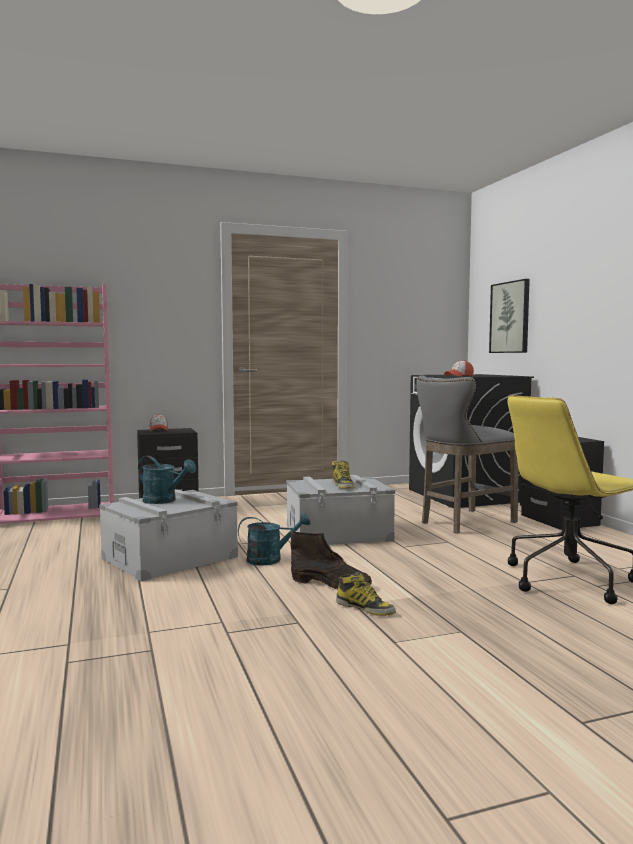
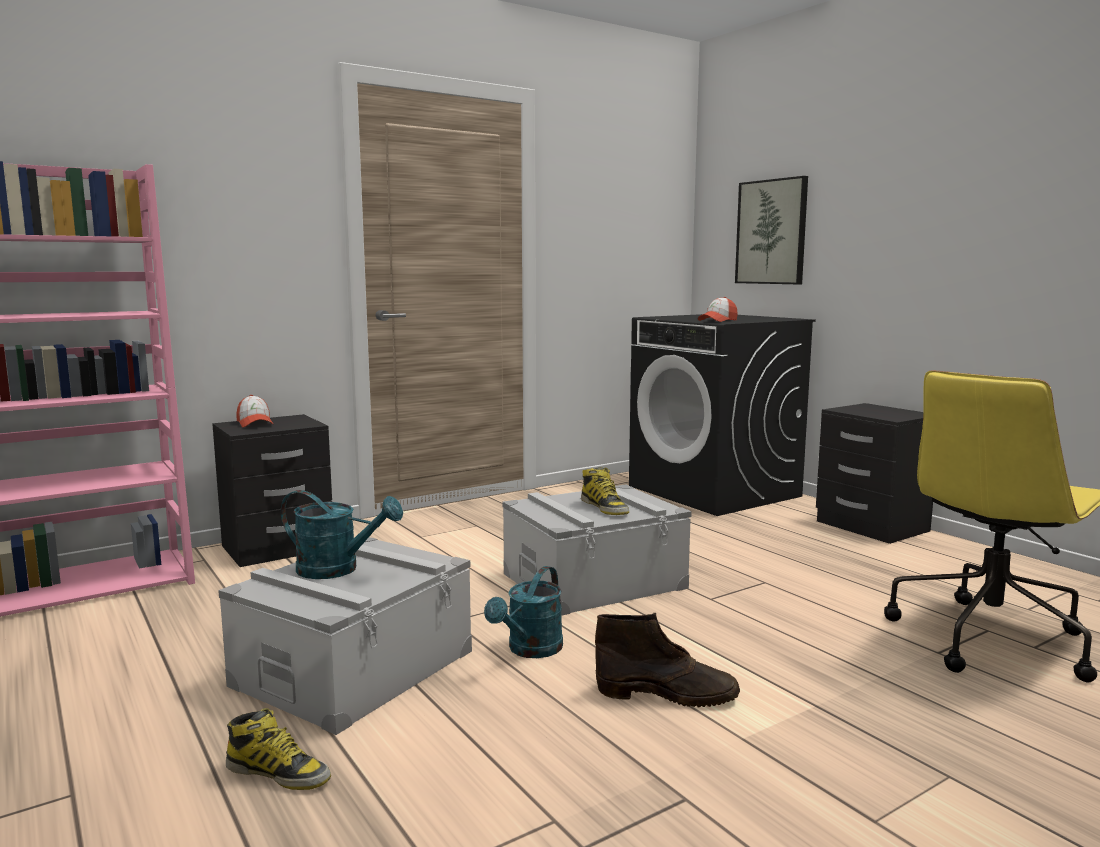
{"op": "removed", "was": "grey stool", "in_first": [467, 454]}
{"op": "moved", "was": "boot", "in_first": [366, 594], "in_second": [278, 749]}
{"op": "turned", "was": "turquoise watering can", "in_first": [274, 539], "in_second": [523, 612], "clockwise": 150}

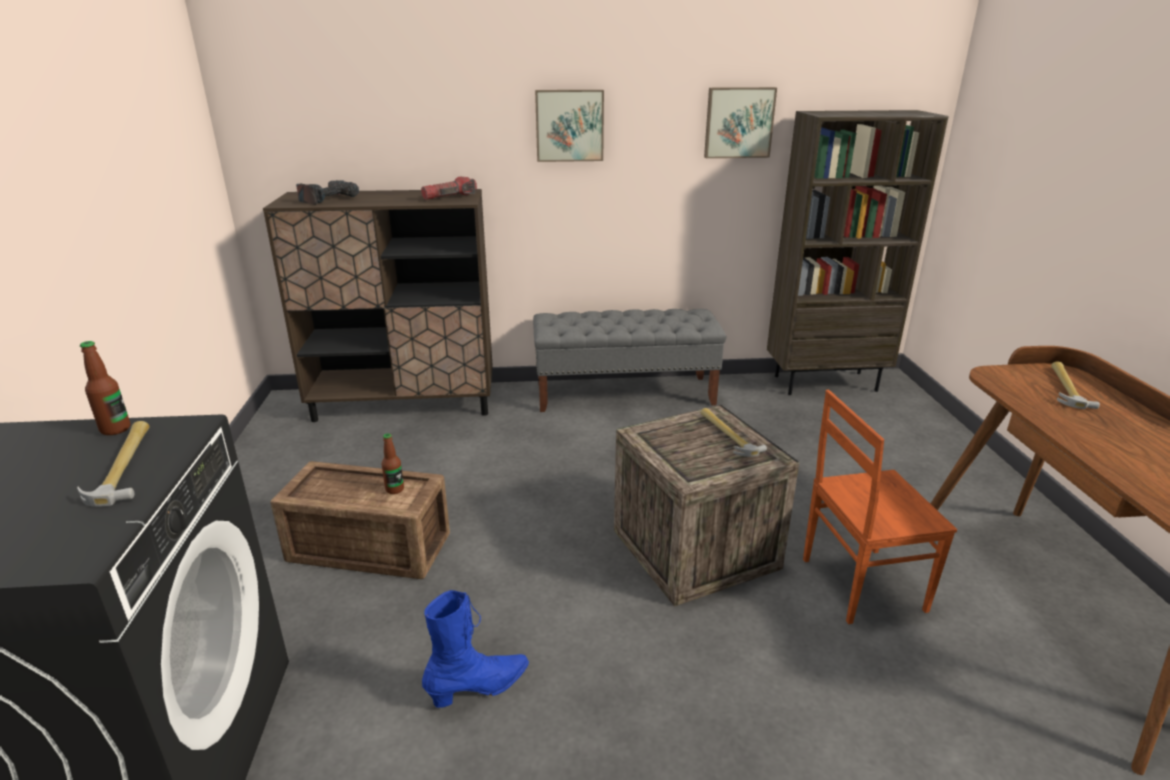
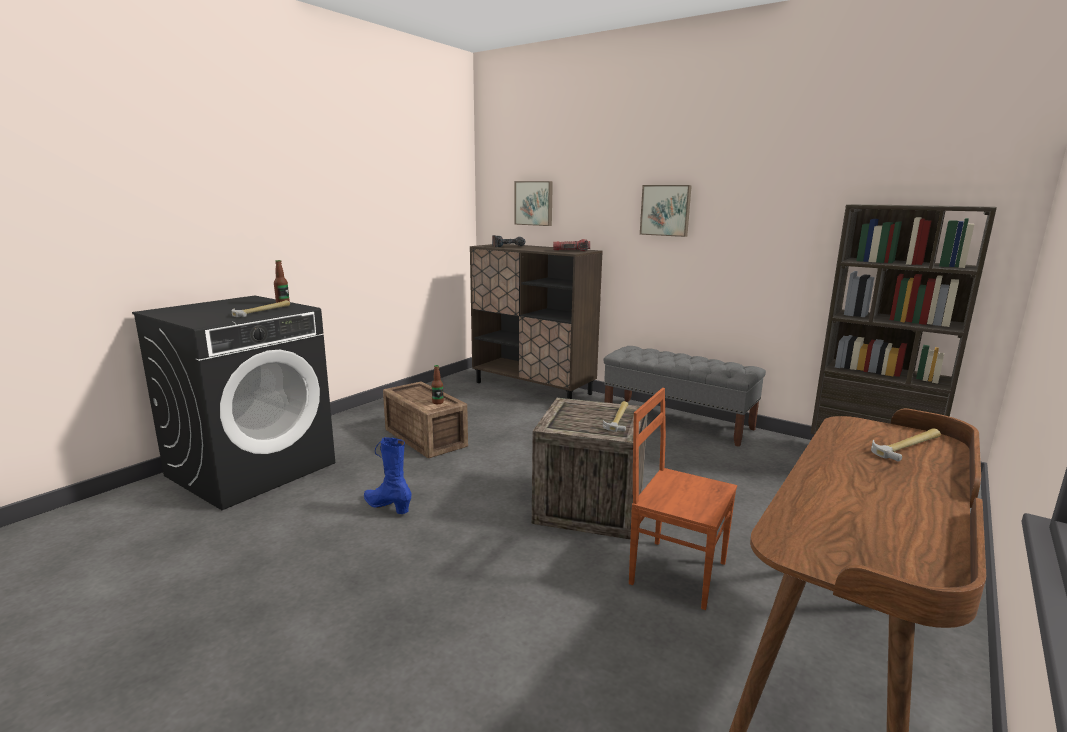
{"op": "moved", "was": "picture", "in_first": [740, 122], "in_second": [534, 203]}
{"op": "turned", "was": "blue boot", "in_first": [475, 649], "in_second": [387, 475], "clockwise": -150}

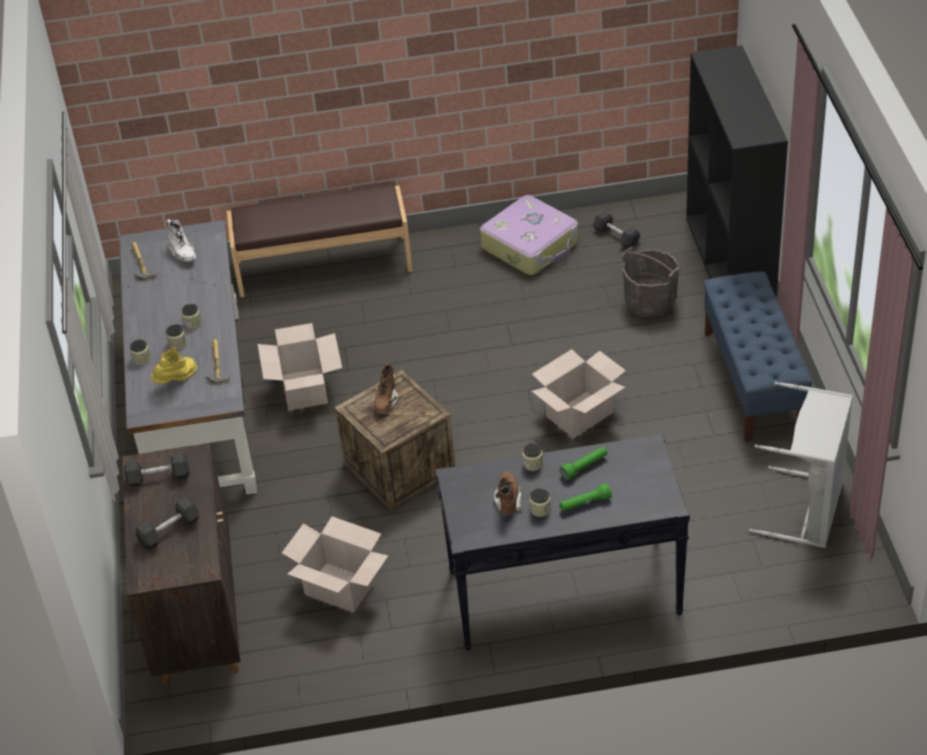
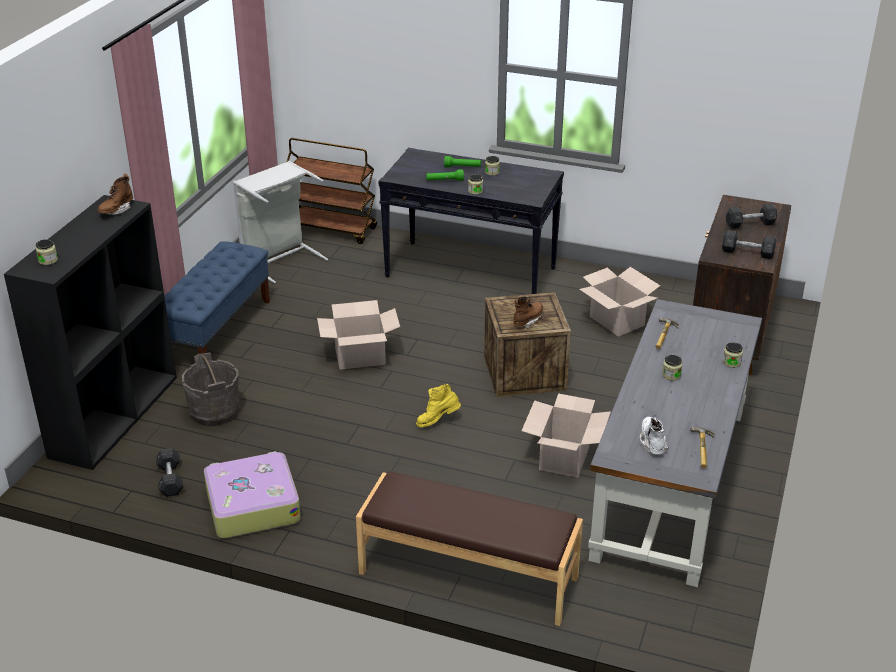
{"op": "added", "now": "brown cart", "in_second": [332, 191]}
{"op": "moved", "was": "yellow boot", "in_first": [174, 365], "in_second": [438, 405]}
{"op": "moved", "was": "jar", "in_first": [176, 337], "in_second": [47, 252]}
{"op": "moved", "was": "brown boot", "in_first": [508, 493], "in_second": [115, 194]}

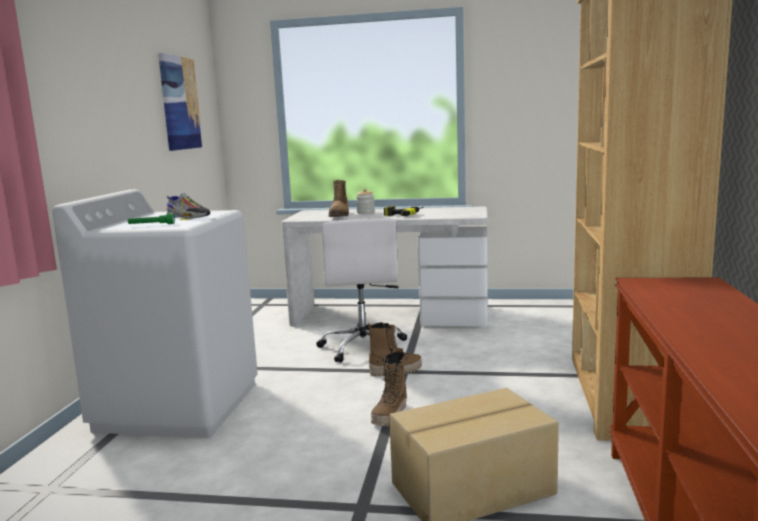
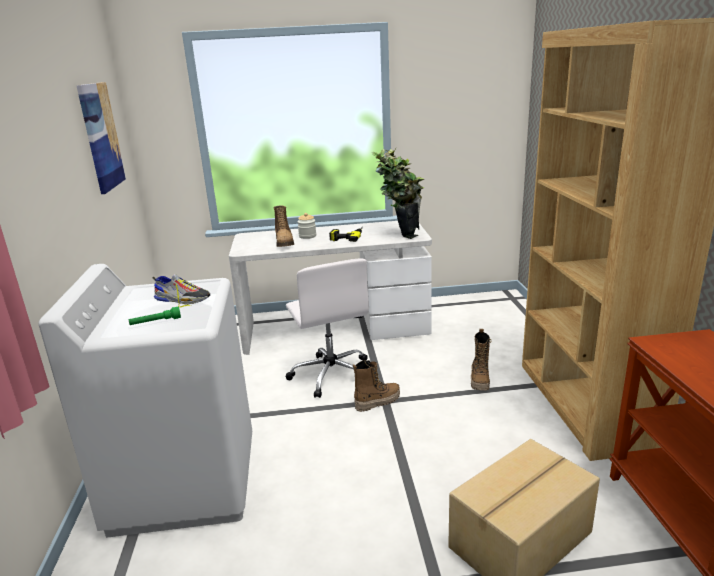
{"op": "added", "now": "potted plant", "in_second": [398, 193]}
{"op": "moved", "was": "boot", "in_first": [389, 387], "in_second": [481, 360]}

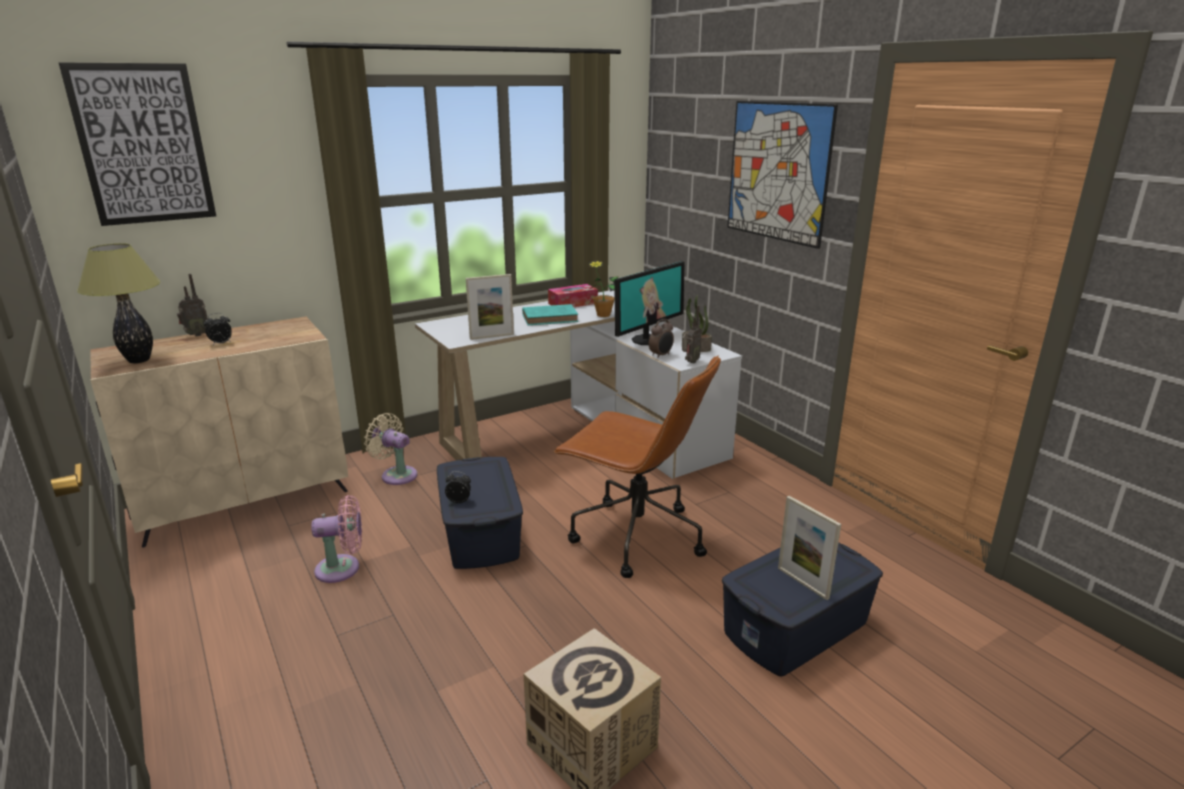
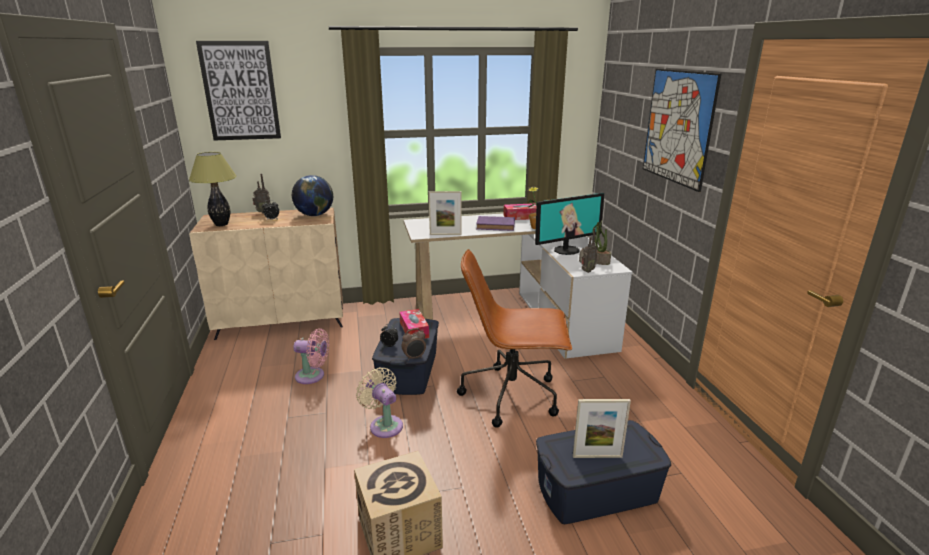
{"op": "added", "now": "globe", "in_second": [312, 195]}
{"op": "added", "now": "tissue box", "in_second": [414, 324]}
{"op": "moved", "was": "beige fan", "in_first": [390, 449], "in_second": [379, 402]}
{"op": "moved", "was": "alarm clock", "in_first": [661, 338], "in_second": [413, 344]}
{"op": "recoloured", "was": "turquoise book", "now": "purple book", "in_first": [550, 314], "in_second": [495, 223]}
{"op": "turned", "was": "brown office chair", "in_first": [637, 466], "in_second": [514, 338], "clockwise": 135}
{"op": "turned", "was": "picture frame", "in_first": [809, 548], "in_second": [602, 428], "clockwise": -75}

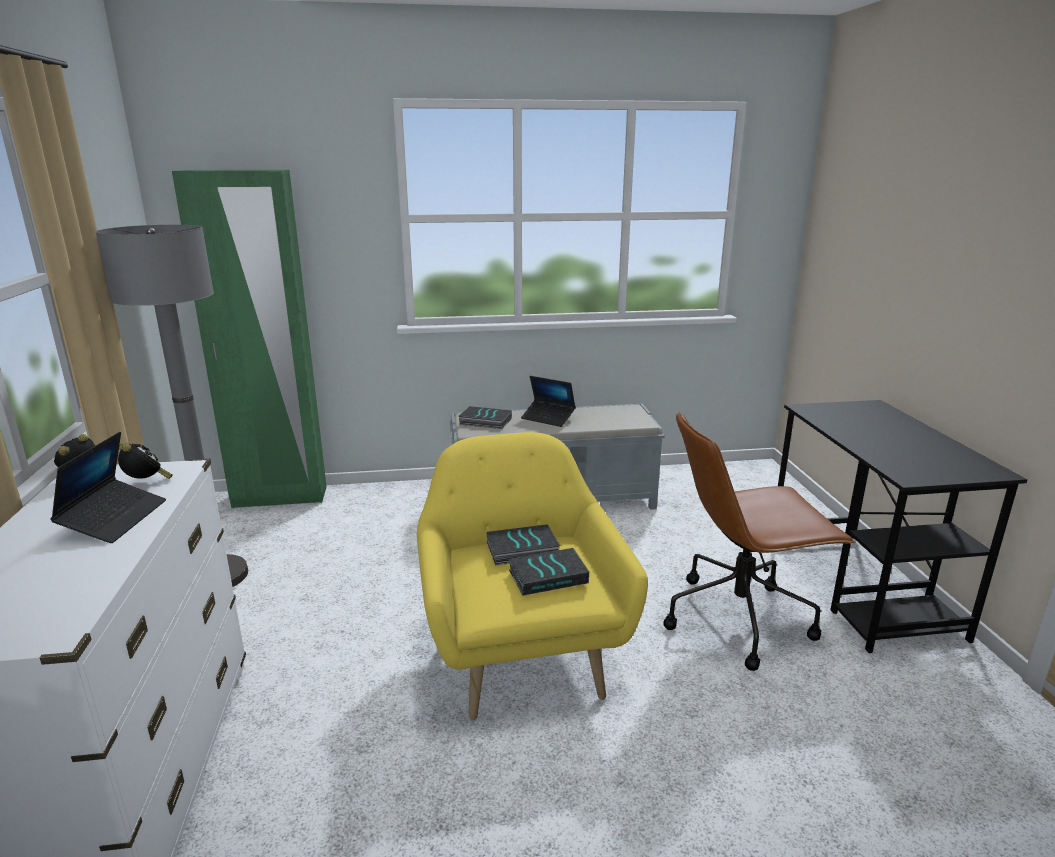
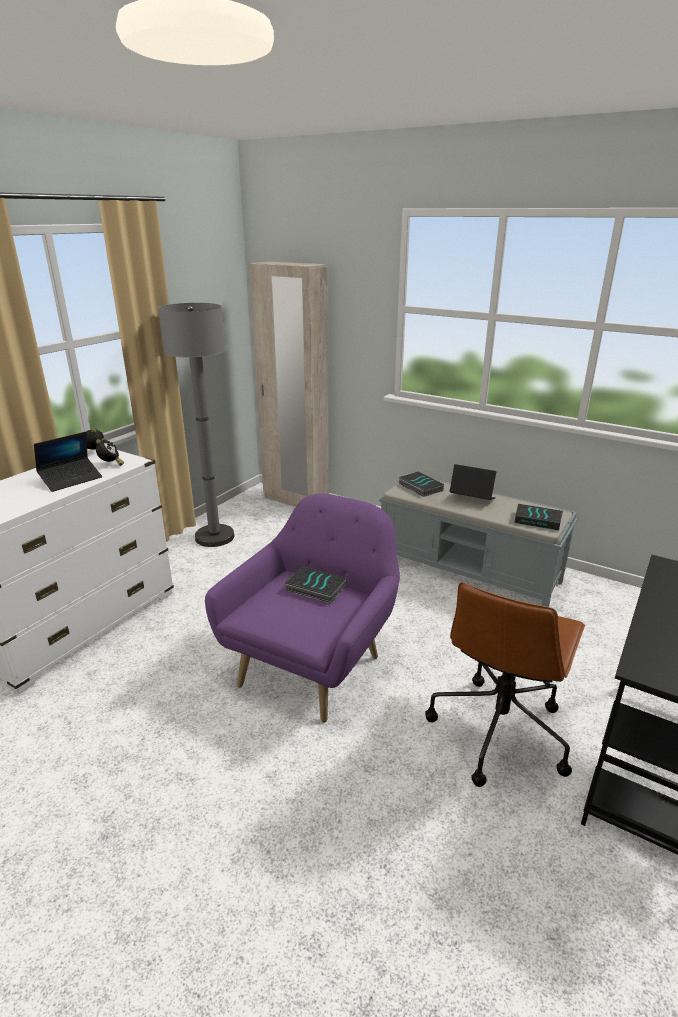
{"op": "moved", "was": "book", "in_first": [548, 572], "in_second": [538, 517]}
{"op": "recoloured", "was": "green wardrobe", "now": "beige wardrobe", "in_first": [249, 339], "in_second": [289, 384]}
{"op": "recoloured", "was": "yellow armchair", "now": "purple armchair", "in_first": [532, 576], "in_second": [302, 608]}
{"op": "turned", "was": "laptop", "in_first": [548, 401], "in_second": [472, 482], "clockwise": 135}
{"op": "turned", "was": "brown office chair", "in_first": [759, 541], "in_second": [505, 684], "clockwise": -90}

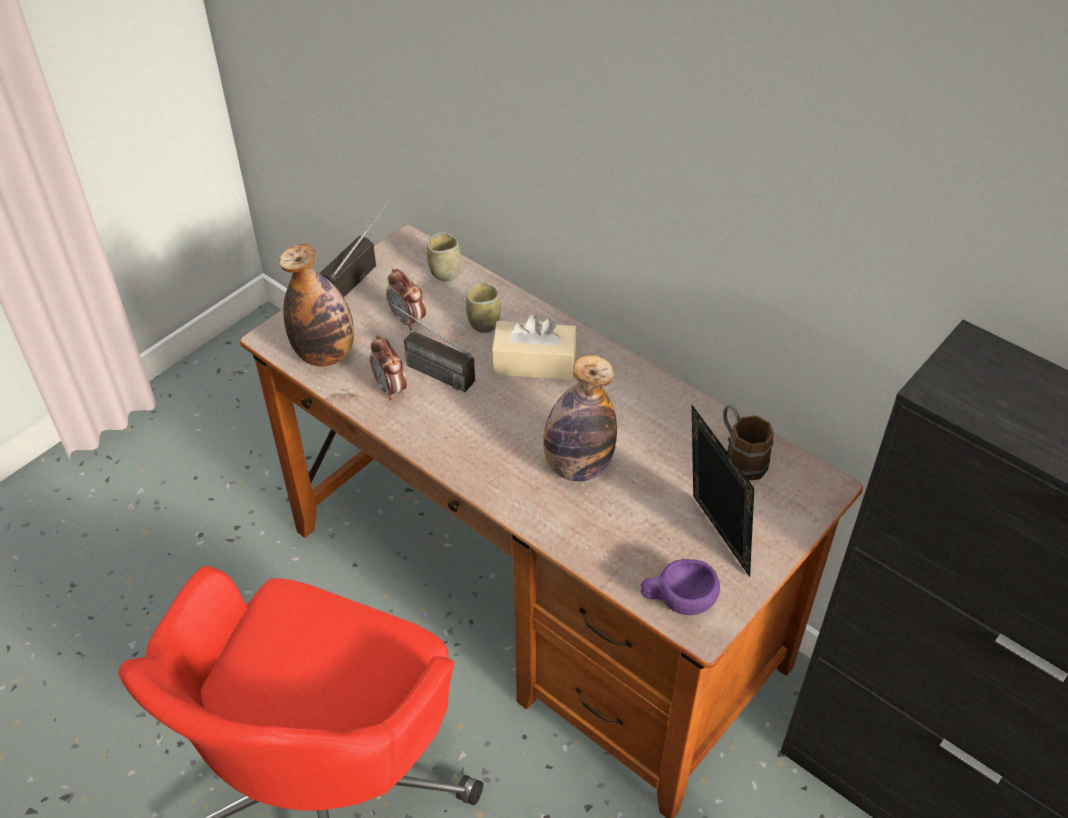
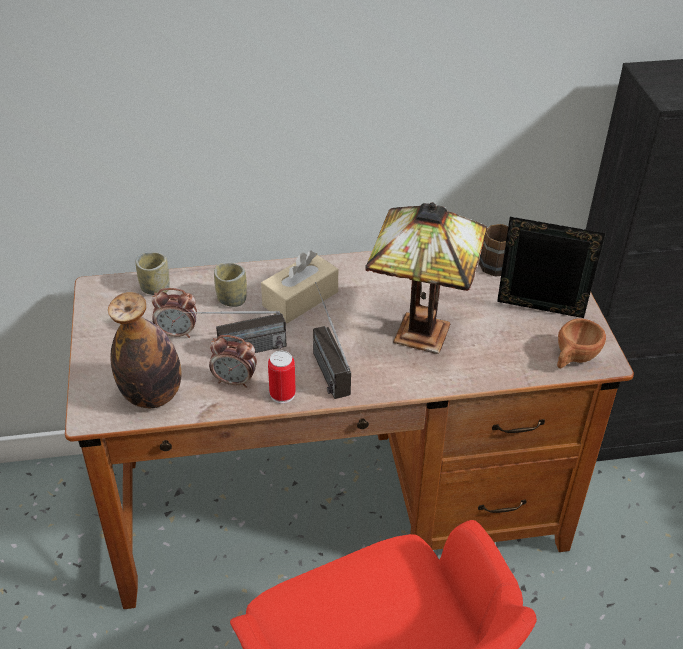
{"op": "added", "now": "can", "in_second": [282, 377]}
{"op": "moved", "was": "radio", "in_first": [355, 248], "in_second": [332, 340]}
{"op": "replaced", "was": "bottle", "now": "table lamp", "in_first": [580, 418], "in_second": [426, 278]}
{"op": "recoloured", "was": "purple cup", "now": "brown cup", "in_first": [680, 587], "in_second": [581, 343]}

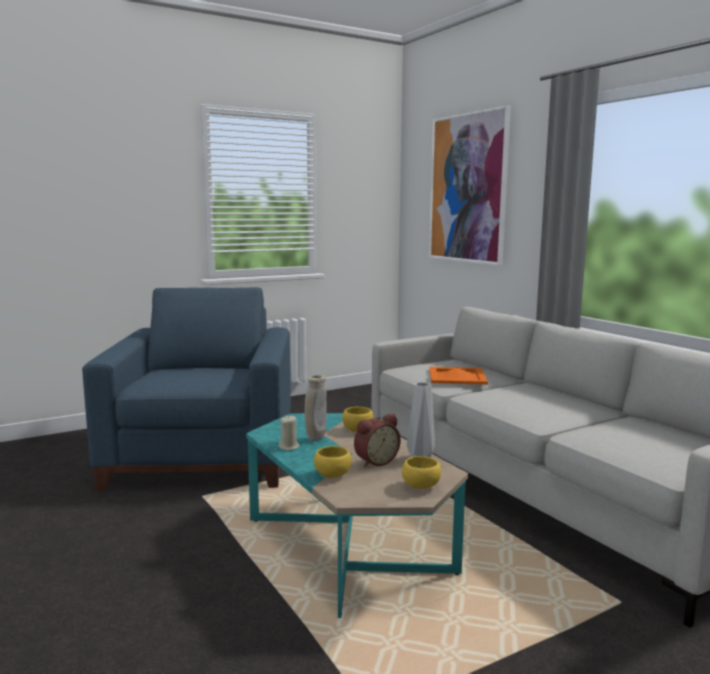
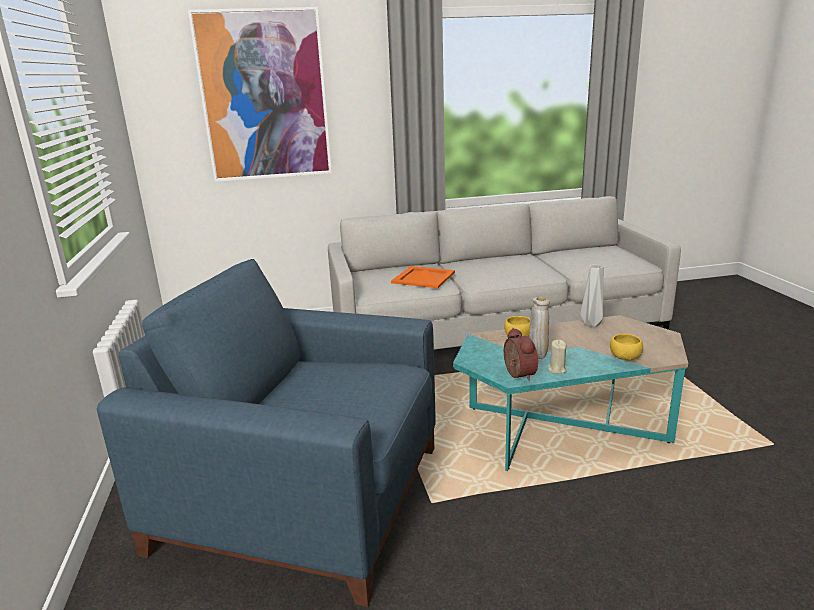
{"op": "removed", "was": "yellow bowl", "in_first": [421, 472]}
{"op": "moved", "was": "alarm clock", "in_first": [377, 440], "in_second": [521, 354]}

